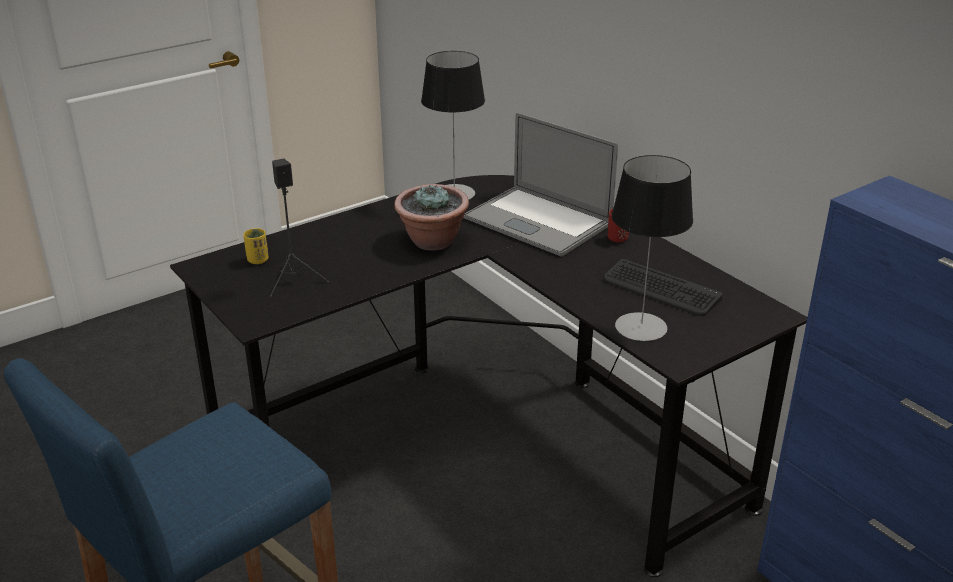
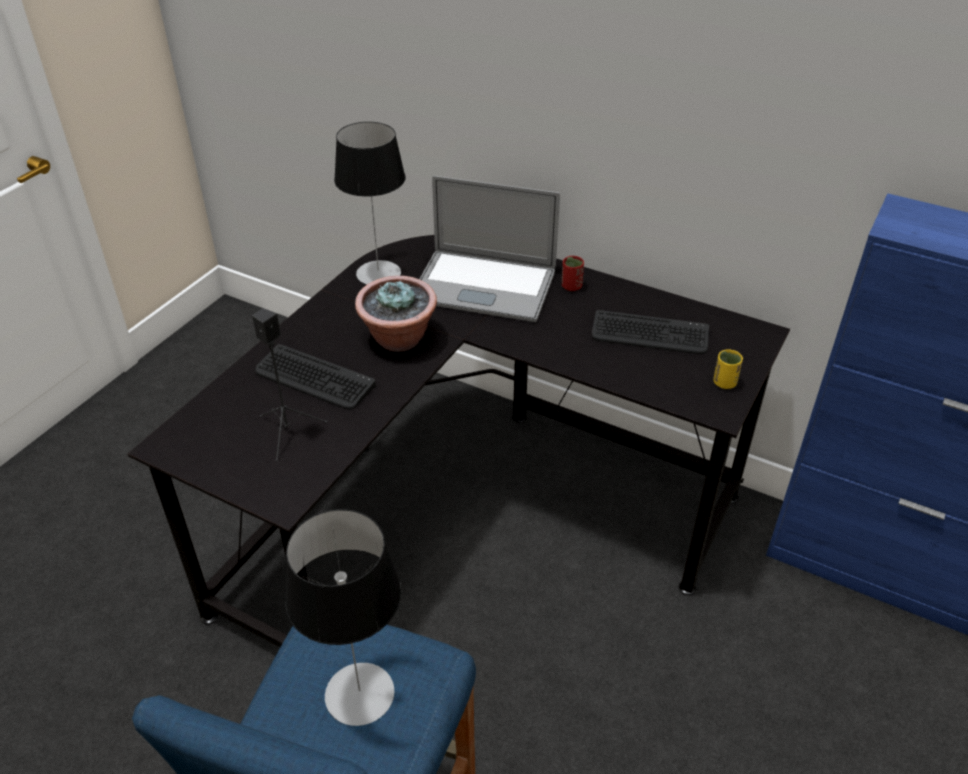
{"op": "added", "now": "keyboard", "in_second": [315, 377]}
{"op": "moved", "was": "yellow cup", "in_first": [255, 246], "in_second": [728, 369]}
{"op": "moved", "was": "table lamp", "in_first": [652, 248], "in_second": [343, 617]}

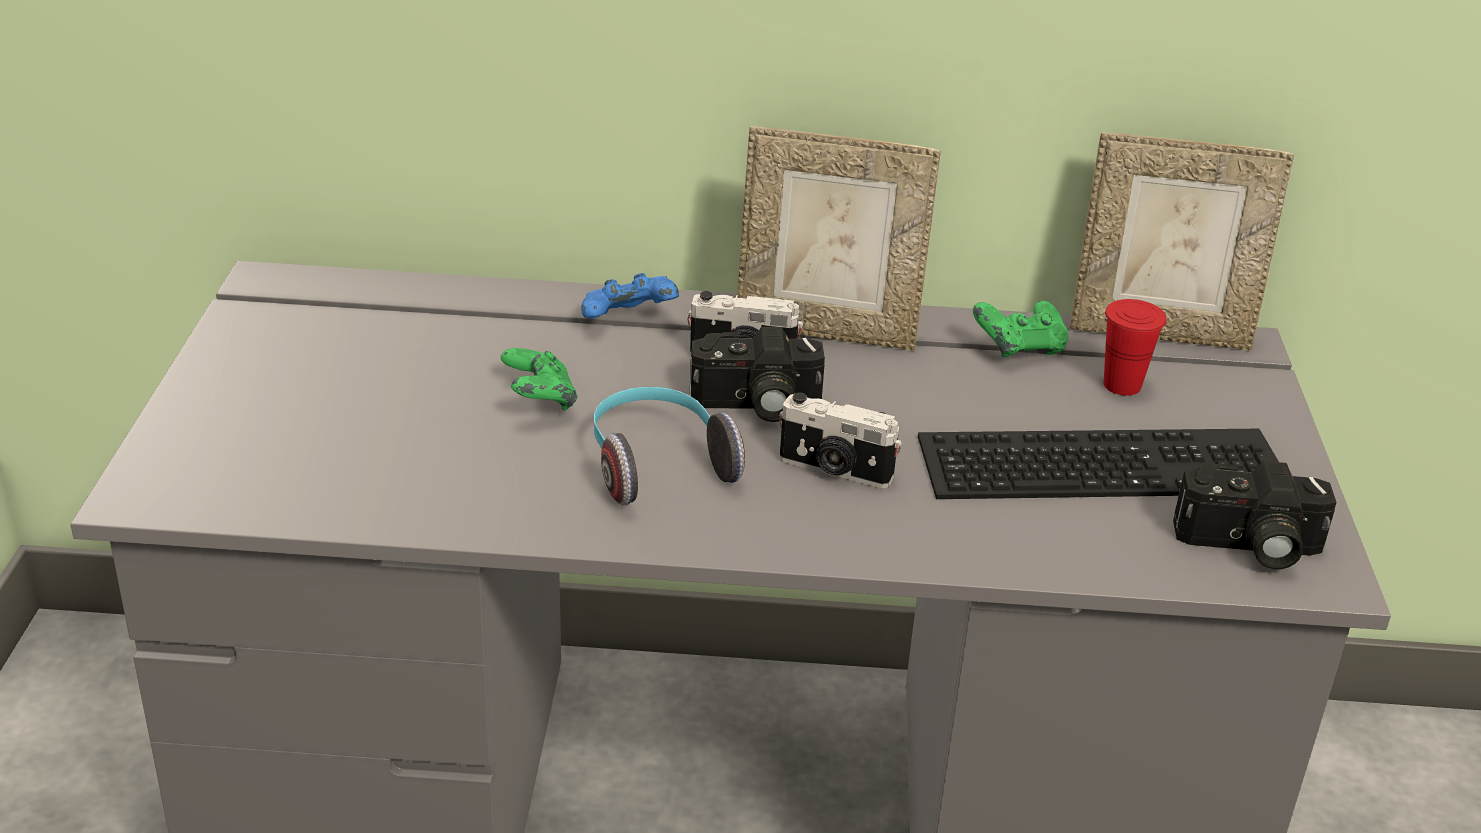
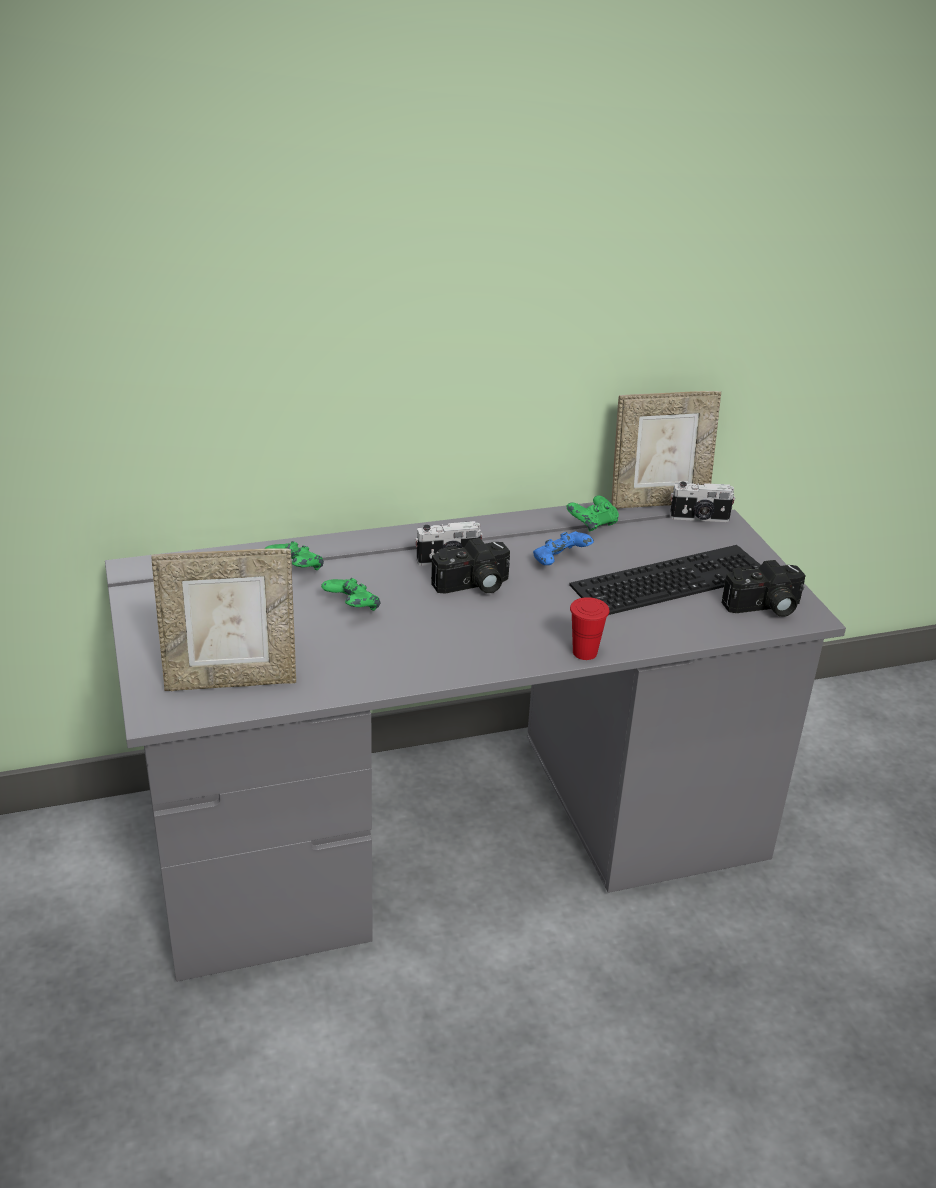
{"op": "removed", "was": "headphones", "in_first": [669, 446]}
{"op": "added", "now": "green game controller", "in_second": [294, 555]}
{"op": "moved", "was": "blue game controller", "in_first": [630, 296], "in_second": [563, 548]}
{"op": "moved", "was": "picture frame", "in_first": [839, 238], "in_second": [223, 619]}
{"op": "moved", "was": "photo camera", "in_first": [840, 440], "in_second": [702, 502]}
{"op": "moved", "was": "red cup", "in_first": [1135, 347], "in_second": [590, 628]}

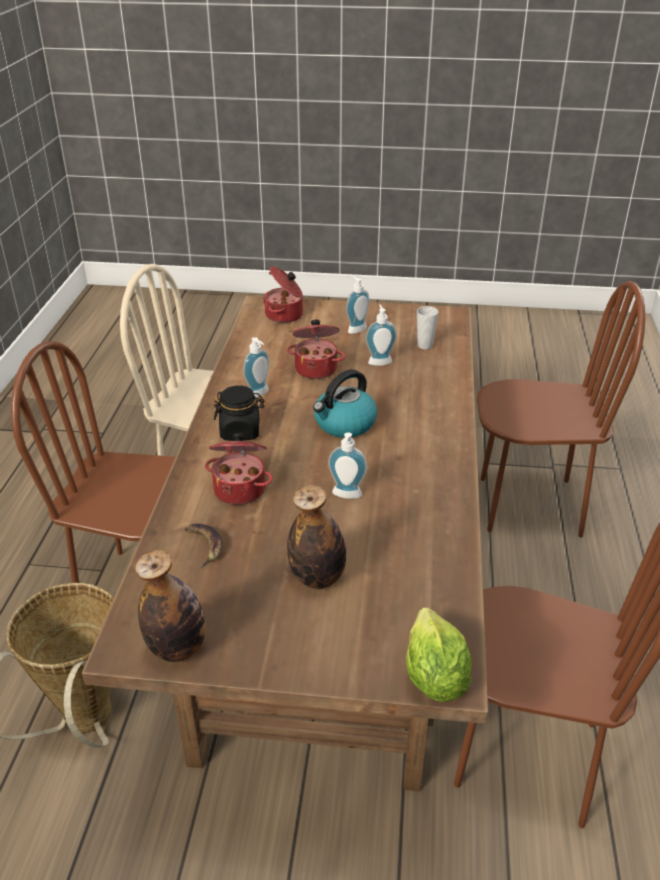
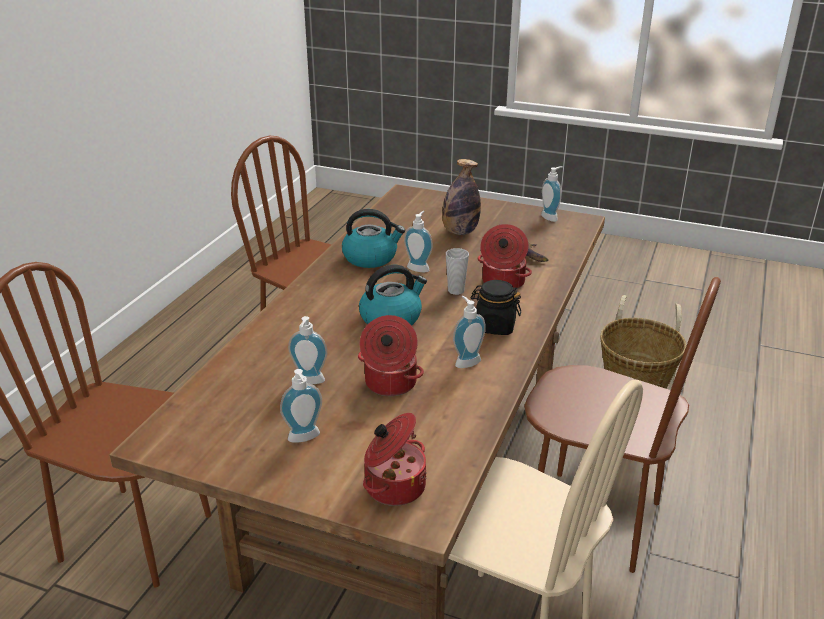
{"op": "removed", "was": "lettuce", "in_first": [439, 654]}
{"op": "added", "now": "kettle", "in_second": [373, 238]}
{"op": "moved", "was": "cup", "in_first": [428, 327], "in_second": [457, 271]}
{"op": "replaced", "was": "bottle", "now": "soap dispenser", "in_first": [170, 606], "in_second": [552, 194]}

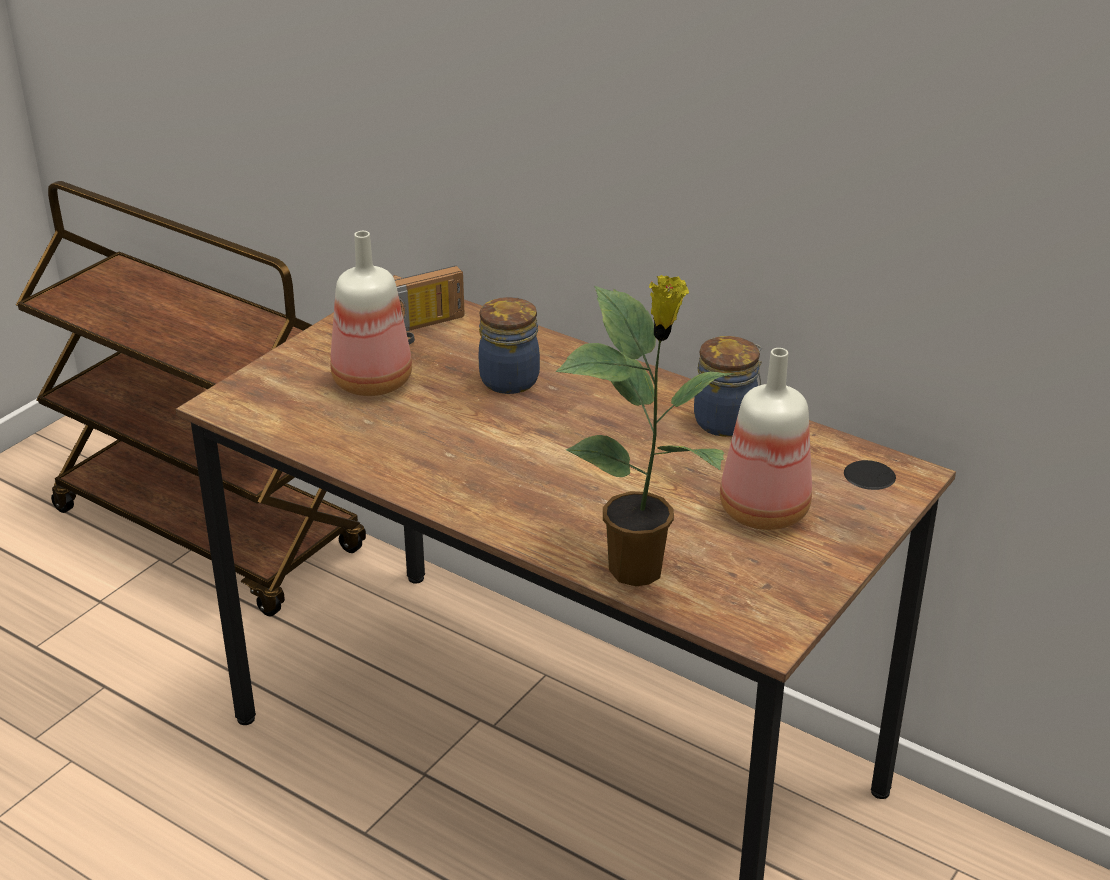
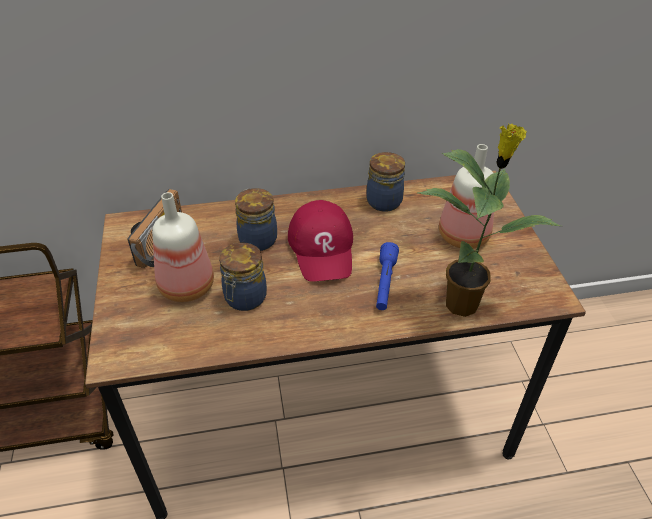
{"op": "added", "now": "jar", "in_second": [243, 277]}
{"op": "added", "now": "red cap", "in_second": [320, 241]}
{"op": "added", "now": "blue flashlight", "in_second": [387, 276]}

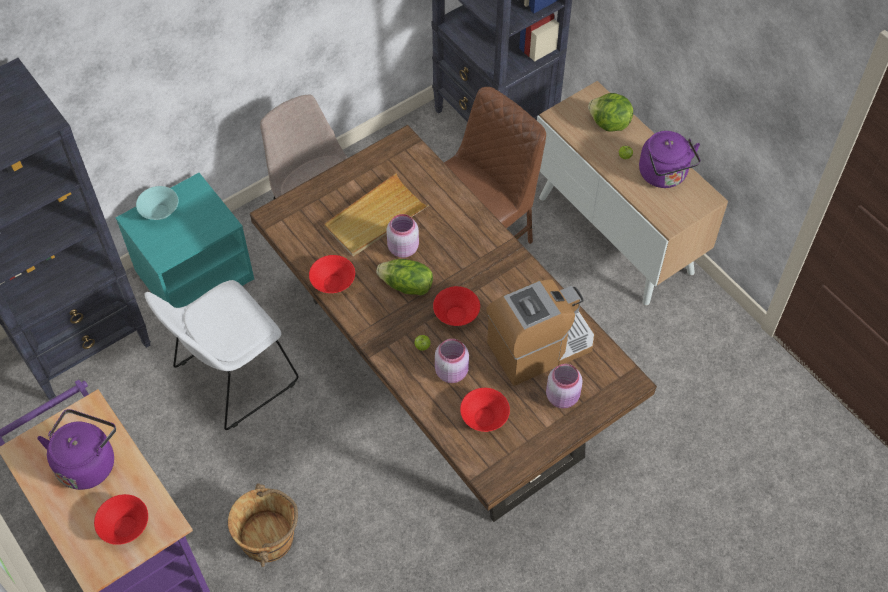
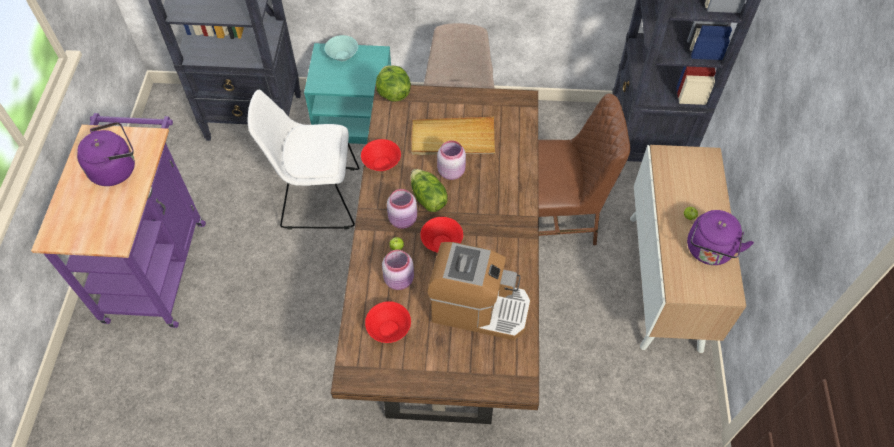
{"op": "removed", "was": "red bowl", "in_first": [121, 519]}
{"op": "removed", "was": "brown bucket", "in_first": [263, 525]}
{"op": "moved", "was": "pink jar", "in_first": [564, 386], "in_second": [402, 209]}
{"op": "moved", "was": "lettuce", "in_first": [610, 112], "in_second": [393, 83]}

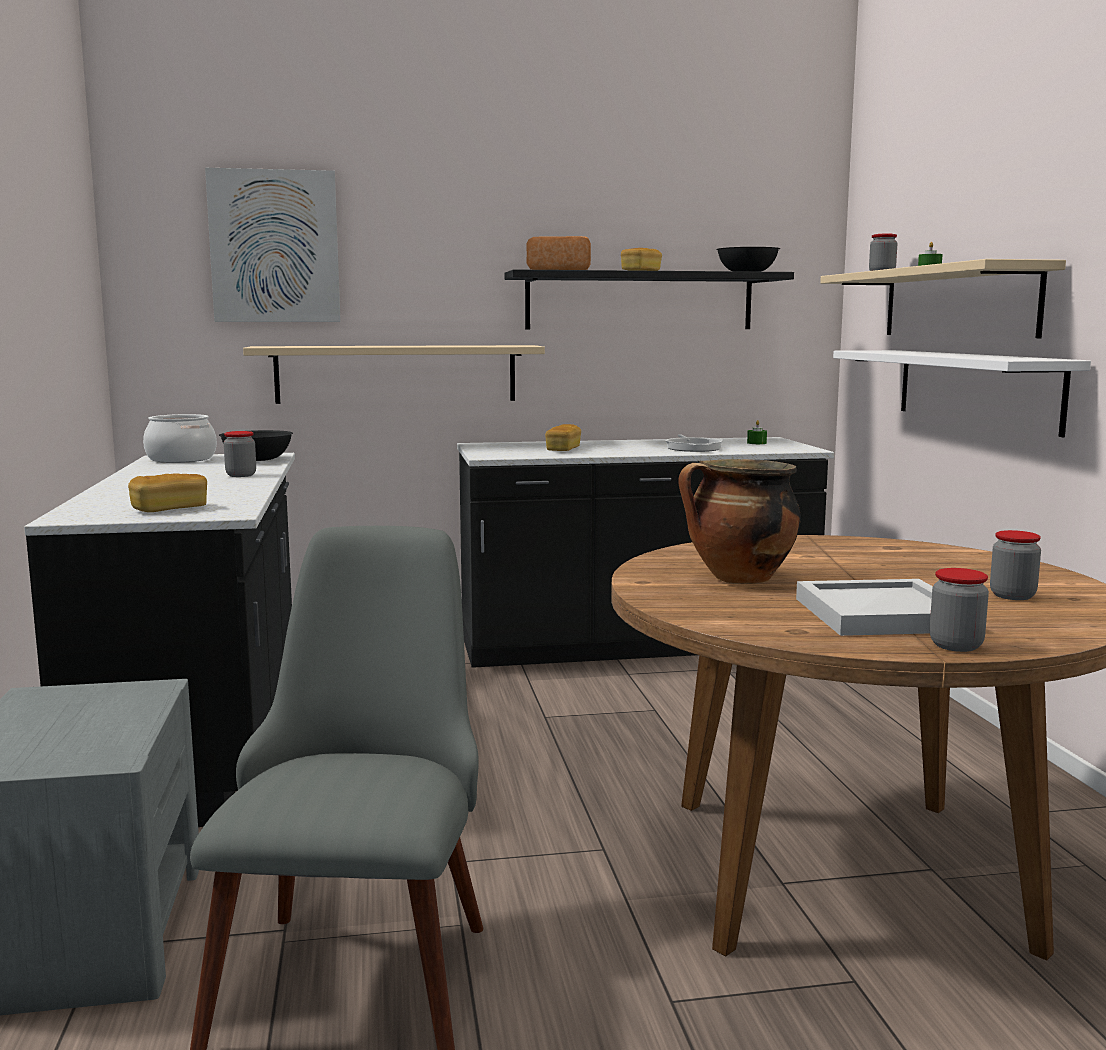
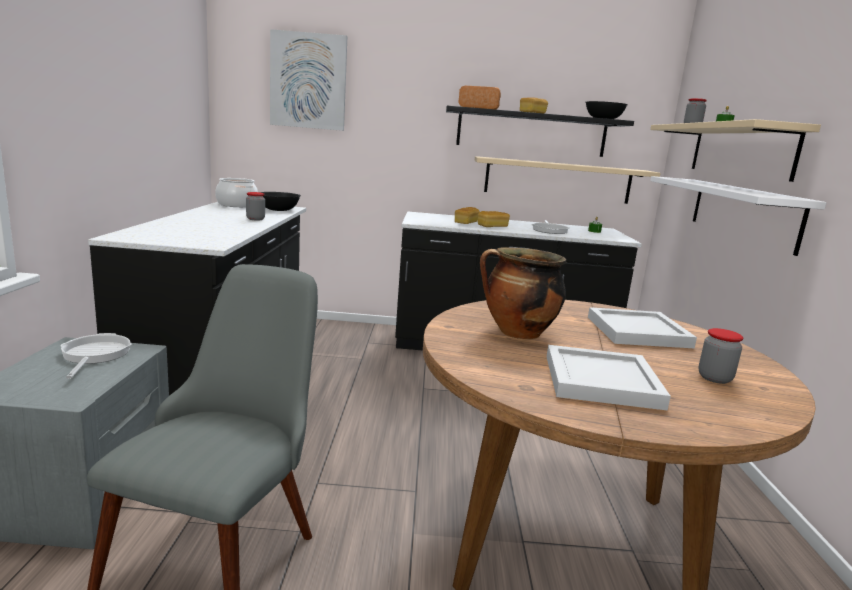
{"op": "removed", "was": "jar", "in_first": [959, 610]}
{"op": "added", "now": "frying pan", "in_second": [96, 356]}
{"op": "added", "now": "white tray", "in_second": [642, 328]}
{"op": "moved", "was": "bread", "in_first": [167, 492], "in_second": [494, 219]}
{"op": "moved", "was": "beige shelf", "in_first": [394, 374], "in_second": [568, 180]}

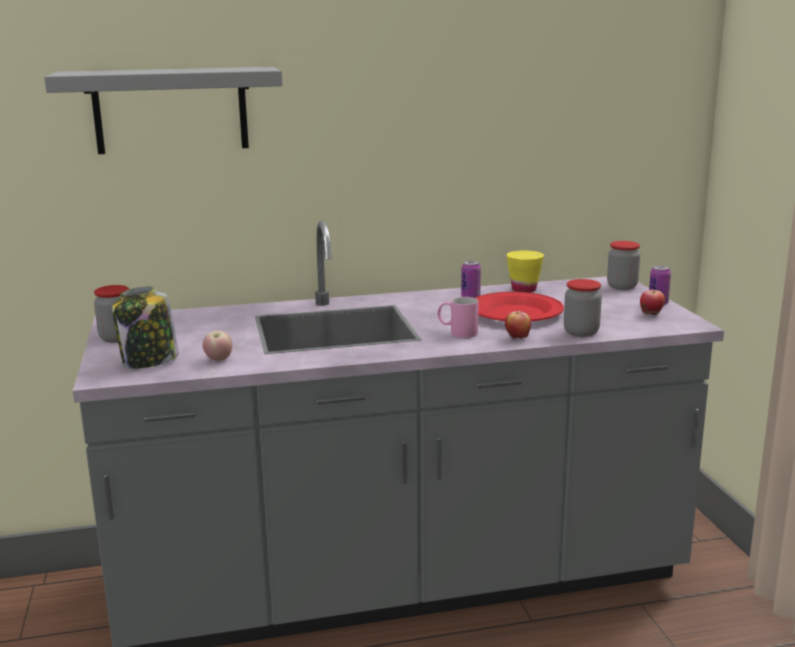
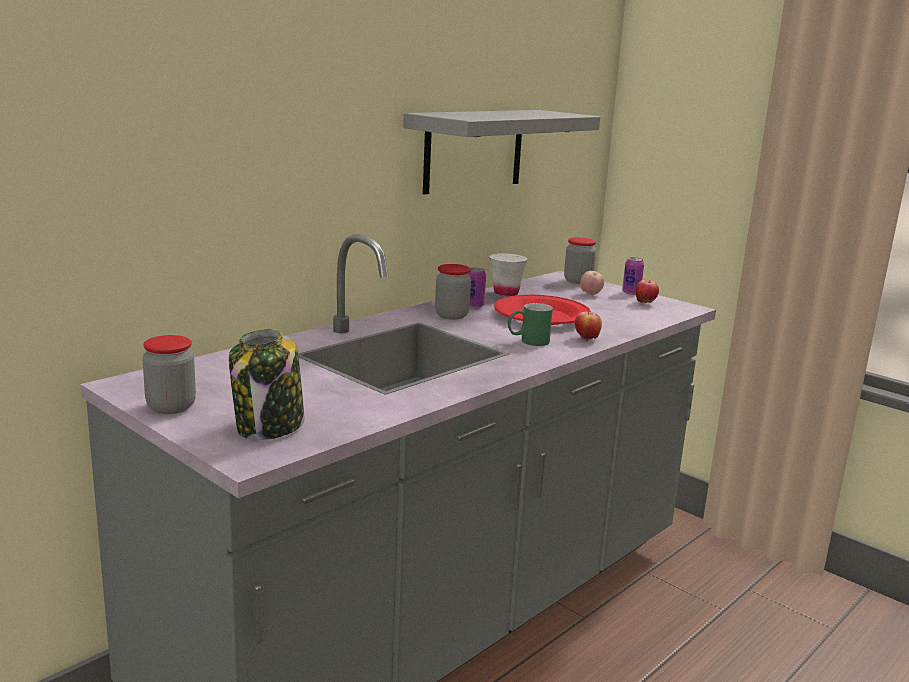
{"op": "moved", "was": "grey shelf", "in_first": [163, 110], "in_second": [501, 152]}
{"op": "moved", "was": "apple", "in_first": [217, 346], "in_second": [592, 283]}
{"op": "moved", "was": "jar", "in_first": [583, 308], "in_second": [453, 292]}
{"op": "recoloured", "was": "pink mug", "now": "green mug", "in_first": [458, 317], "in_second": [530, 324]}
{"op": "recoloured", "was": "yellow cup", "now": "white cup", "in_first": [525, 271], "in_second": [509, 274]}

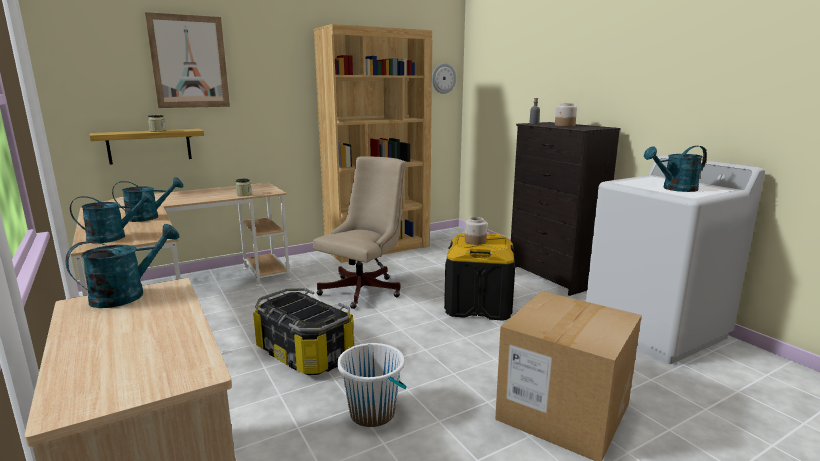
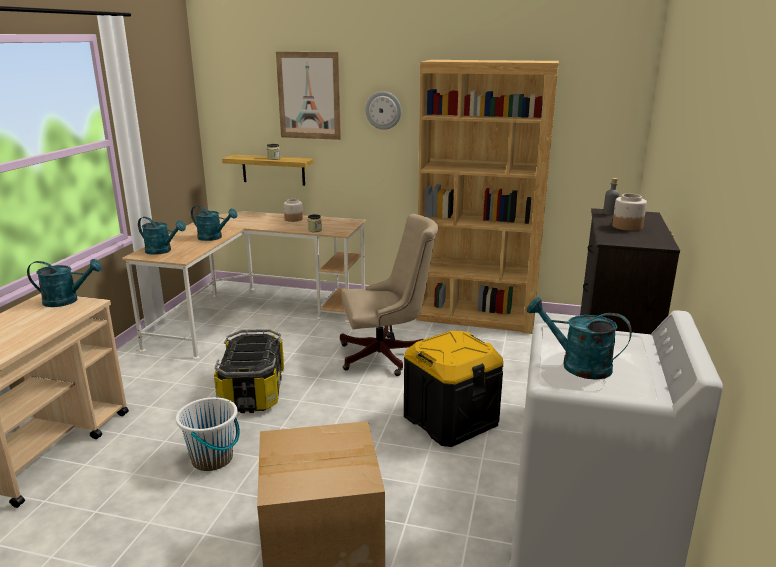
{"op": "moved", "was": "wall clock", "in_first": [444, 78], "in_second": [383, 110]}
{"op": "moved", "was": "jar", "in_first": [476, 231], "in_second": [293, 210]}

